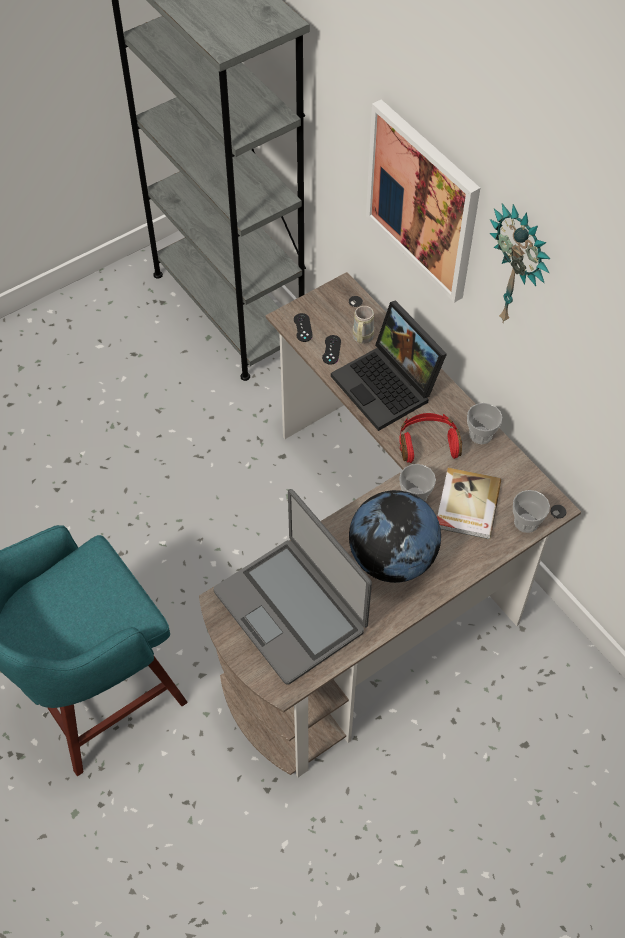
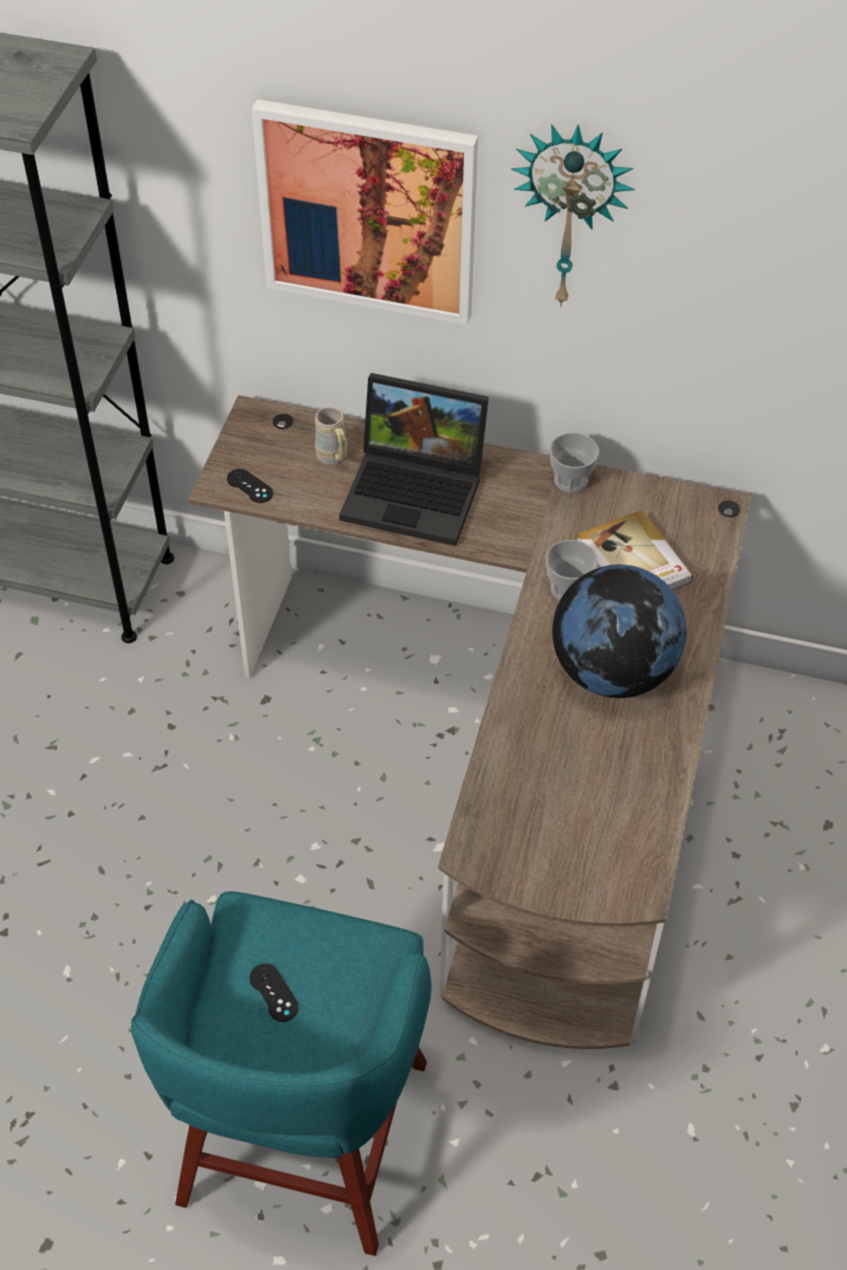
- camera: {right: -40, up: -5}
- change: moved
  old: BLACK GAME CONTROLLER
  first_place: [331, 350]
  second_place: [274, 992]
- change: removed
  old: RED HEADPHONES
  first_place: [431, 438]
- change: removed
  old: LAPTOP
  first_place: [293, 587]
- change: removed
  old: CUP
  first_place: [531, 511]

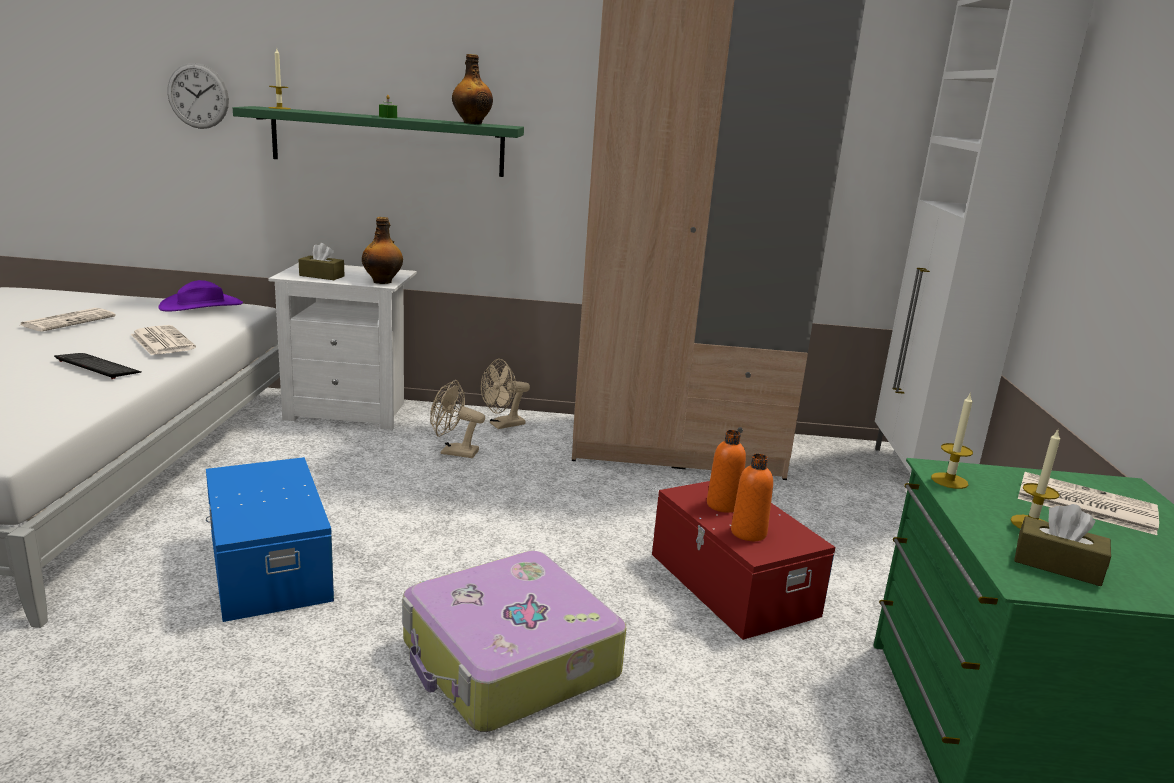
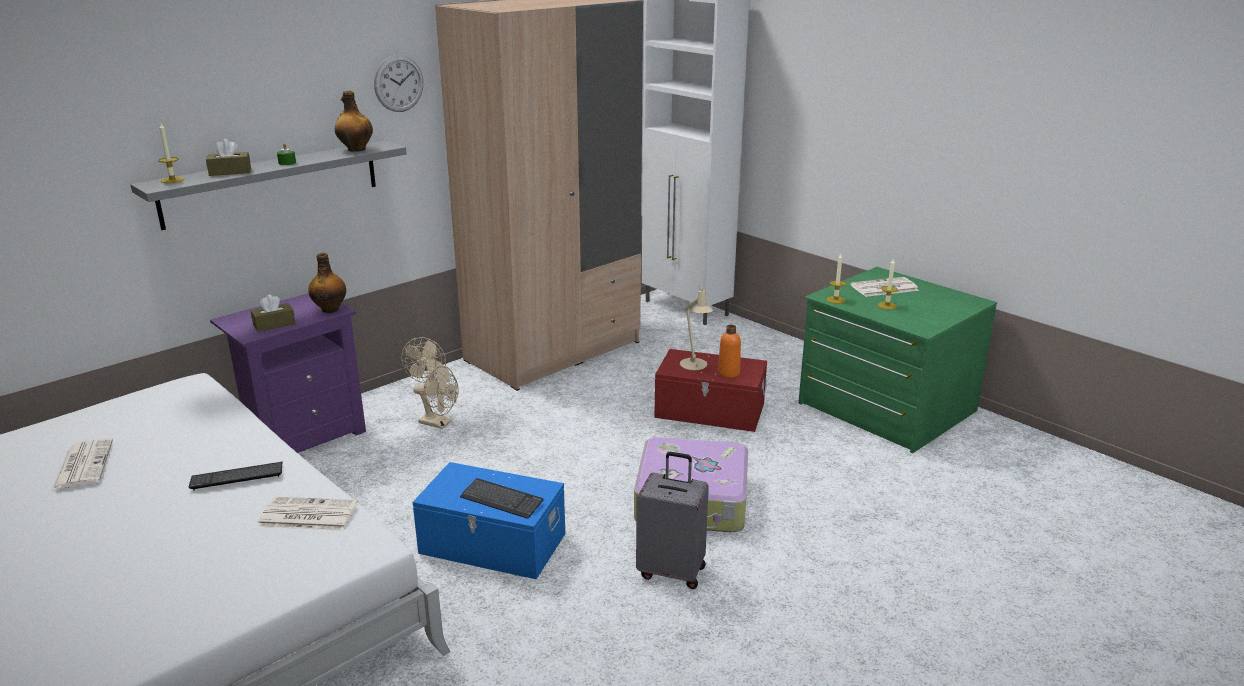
- camera: {right: -45, up: 5}
- change: moved
  old: WALL CLOCK
  first_place: [198, 96]
  second_place: [398, 83]
- change: recoloured
  old: GREEN SHELF
  new: GREY SHELF
  first_place: [378, 141]
  second_place: [268, 185]
- change: recoloured
  old: WHITE NIGHTSTAND
  new: PURPLE NIGHTSTAND
  first_place: [342, 346]
  second_place: [288, 373]
- change: removed
  old: PURPLE HAT
  first_place: [200, 295]
- change: moved
  old: NEWSPAPER
  first_place: [163, 340]
  second_place: [307, 514]
- change: turned
  old: BEIGE FAN
  first_place: [457, 419]
  second_place: [436, 397]
  degrees: -120
- change: replaced
  old: ORANGE BOTTLE
  new: BEIGE TABLE LAMP
  first_place: [726, 471]
  second_place: [696, 327]
- change: moved
  old: BROWN TISSUE BOX
  first_place: [1062, 545]
  second_place: [228, 157]
- change: added
  new: GREY SUITCASE
  second_place: [672, 520]
- change: added
  new: KEYBOARD
  second_place: [502, 498]

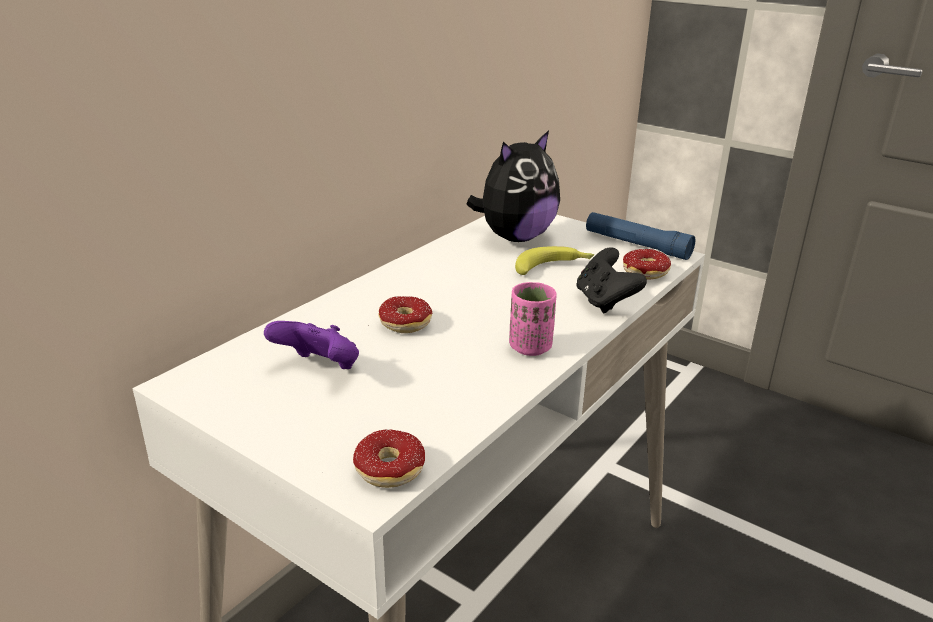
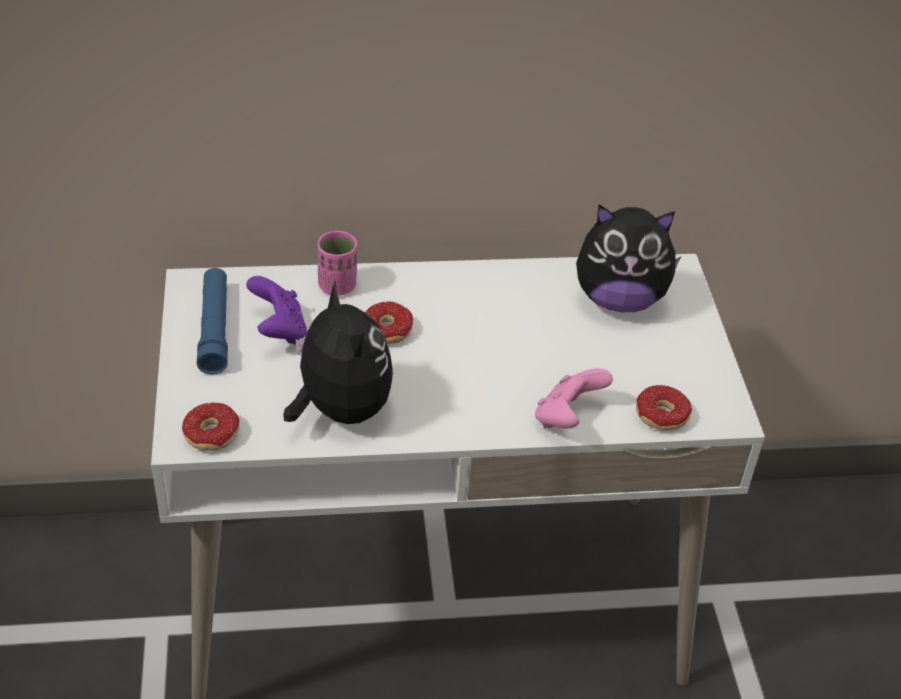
- camera: {right: 45, up: 15}
- change: moved
  old: BLUE FLASHLIGHT
  first_place: [640, 236]
  second_place: [212, 321]
- change: removed
  old: BANANA
  first_place: [554, 260]
- change: recoloured
  old: BLACK GAME CONTROLLER
  new: PINK GAME CONTROLLER
  first_place: [611, 280]
  second_place: [574, 398]
- change: moved
  old: PINK CUP
  first_place: [533, 319]
  second_place: [337, 263]
- change: added
  new: PLUSH TOY
  second_place: [338, 352]

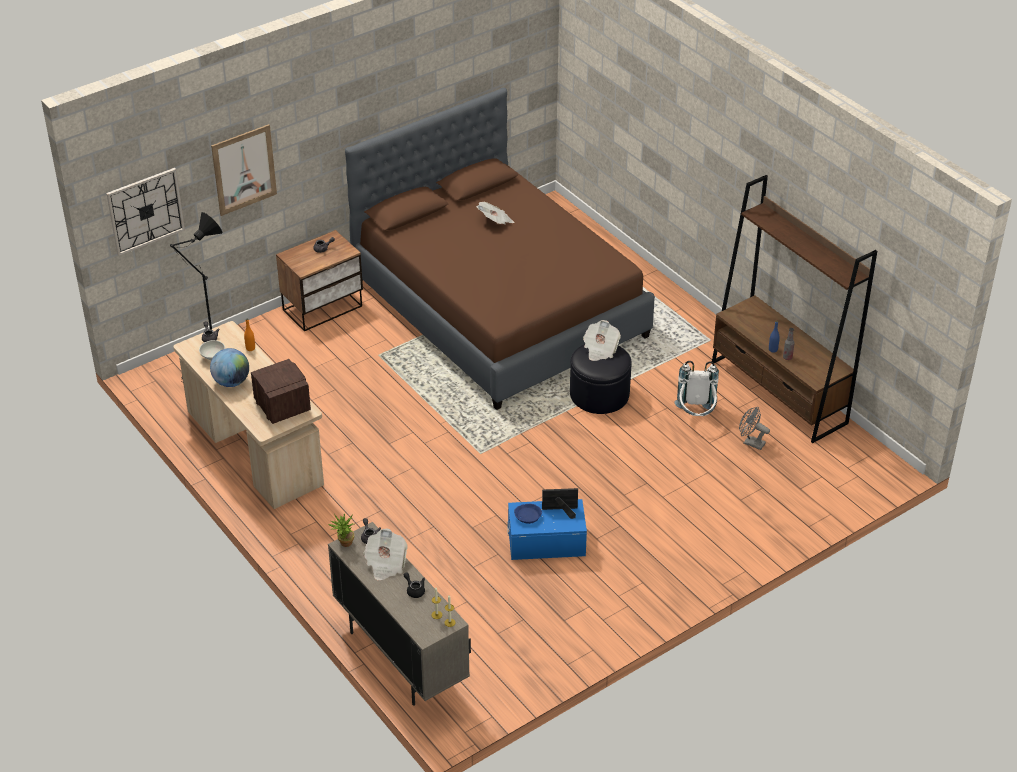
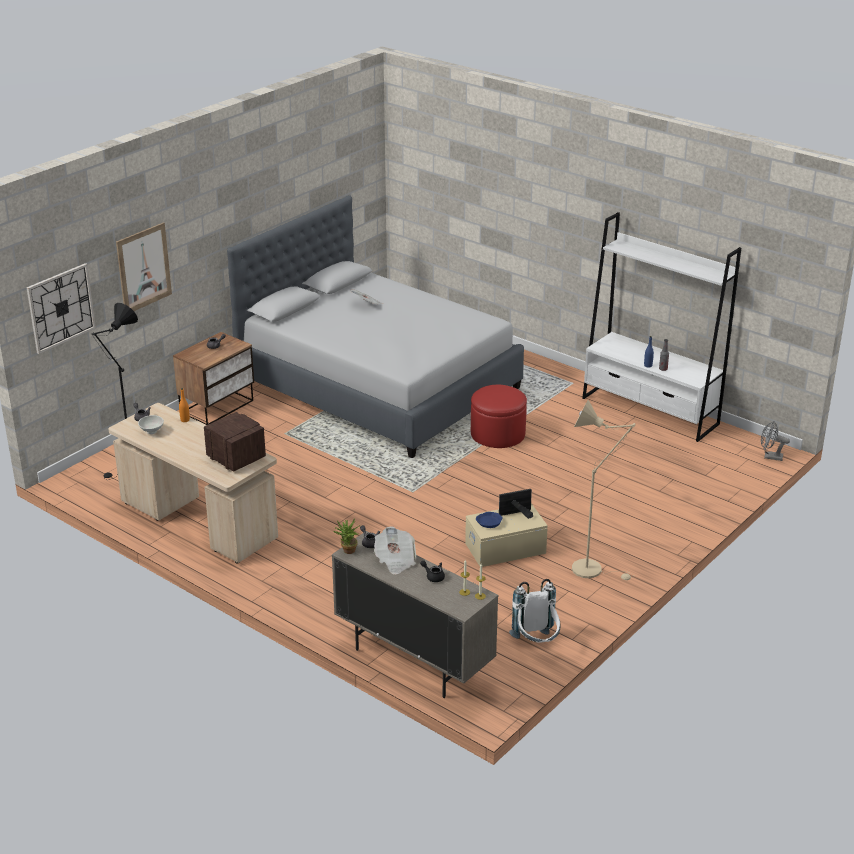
- camera: {right: -15, up: -10}
- change: recoloured
  old: BROWN BED
  new: GREY BED
  first_place: [500, 249]
  second_place: [375, 326]
- change: recoloured
  old: BROWN BOOKCASE
  new: WHITE BOOKCASE
  first_place: [794, 309]
  second_place: [661, 327]
- change: removed
  old: NEWSPAPER
  first_place: [602, 340]
- change: recoloured
  old: BLACK OTTOMAN
  new: RED OTTOMAN
  first_place: [601, 379]
  second_place: [499, 416]
- change: removed
  old: GLOBE
  first_place: [229, 367]
- change: moved
  old: WHITE BACKPACK
  first_place: [697, 388]
  second_place: [535, 611]
- change: moved
  old: GREY FAN
  first_place: [754, 428]
  second_place: [775, 441]
- change: recoloured
  old: BLUE STORAGE BOX
  new: BEIGE STORAGE BOX
  first_place: [547, 529]
  second_place: [506, 535]
- change: added
  new: BEIGE FLOOR LAMP
  second_place: [604, 490]

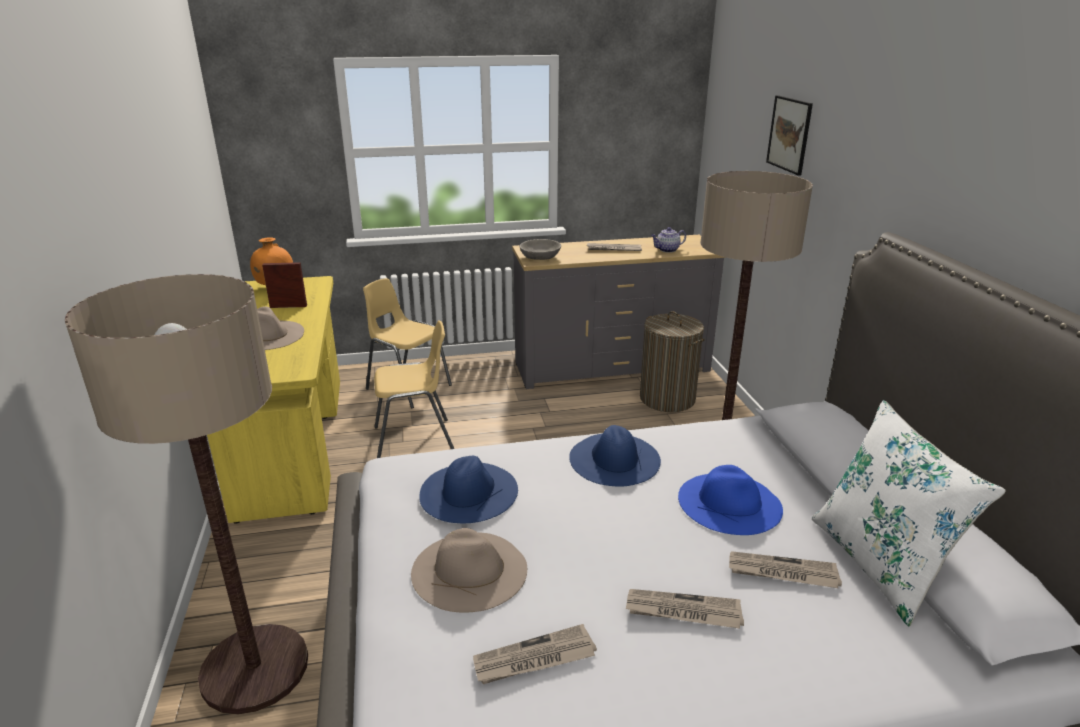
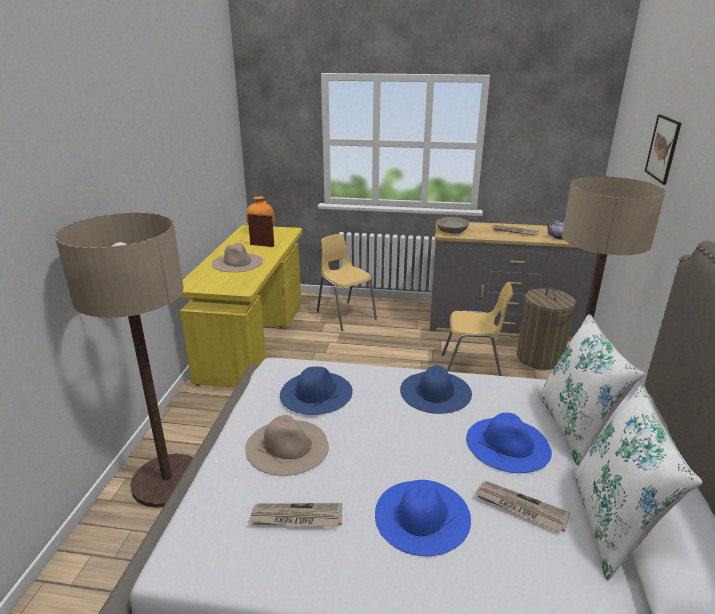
- camera: {right: 20, up: 0}
- change: moved
  old: YELLOW CHAIR
  first_place: [414, 389]
  second_place: [477, 329]
- change: replaced
  old: NEWSPAPER
  new: BLUE HAT
  first_place: [685, 609]
  second_place: [423, 518]
- change: added
  new: WHITE PILLOW
  second_place: [591, 389]

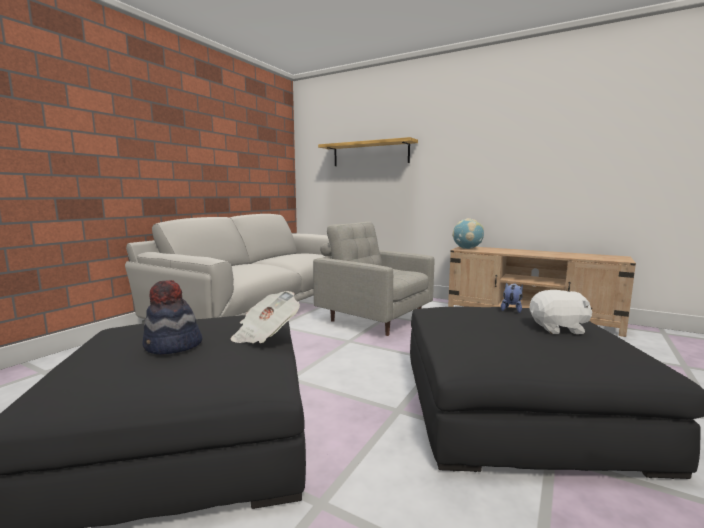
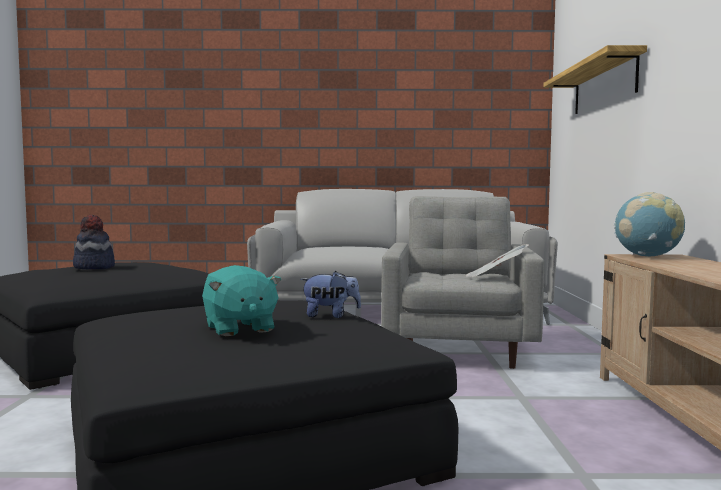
- camera: {right: 60, up: -5}
- change: recoloured
  old: WHITE PLUSH TOY
  new: TURQUOISE PLUSH TOY
  first_place: [561, 312]
  second_place: [242, 300]
- change: moved
  old: NEWSPAPER
  first_place: [265, 317]
  second_place: [497, 260]

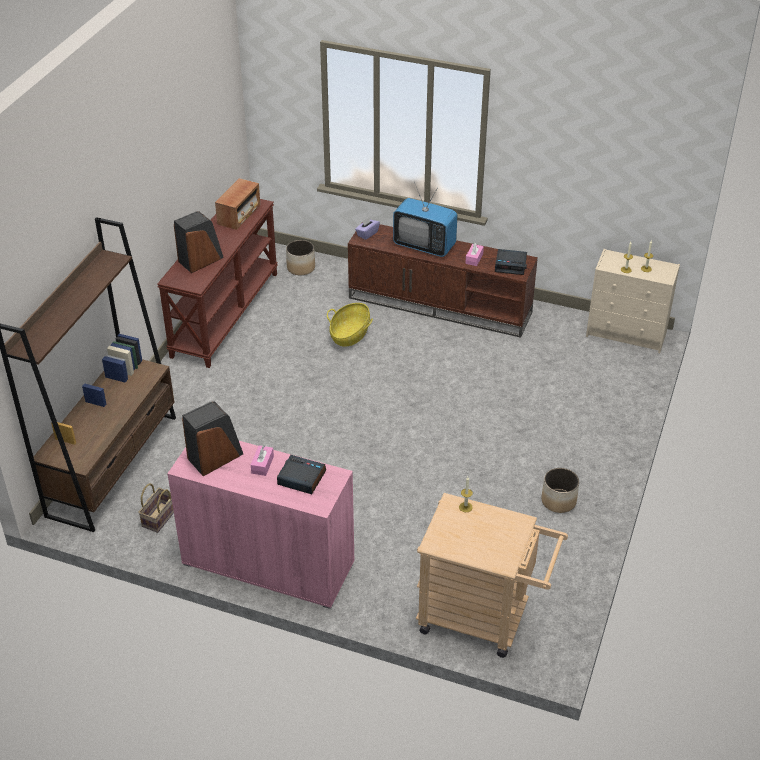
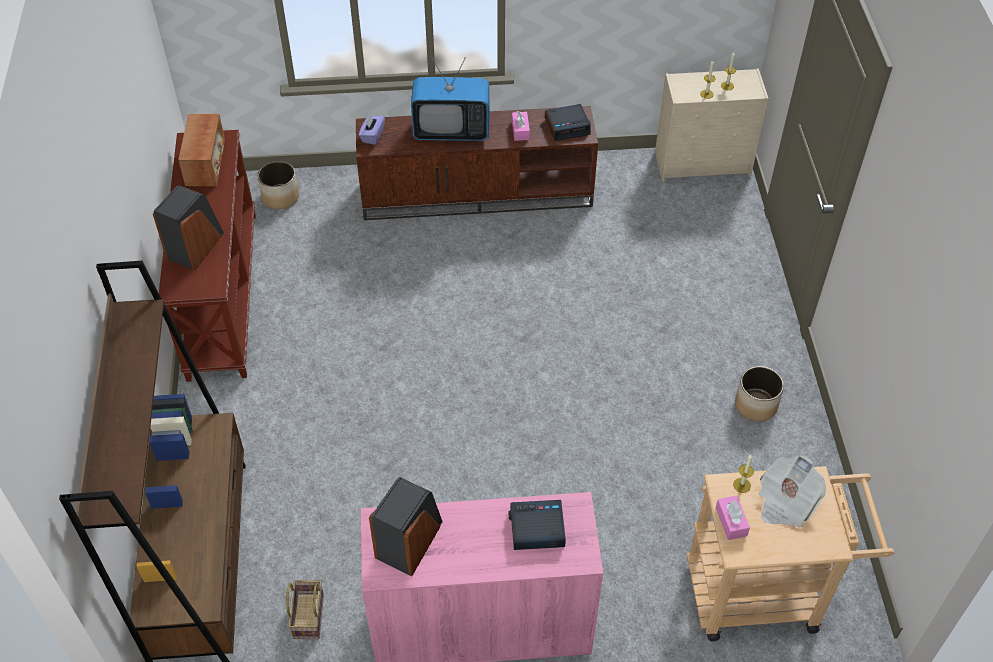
- camera: {right: -25, up: 10}
- change: removed
  old: BASKET
  first_place: [350, 325]
- change: moved
  old: PINK TISSUE BOX
  first_place: [262, 460]
  second_place: [733, 517]
- change: added
  new: NEWSPAPER
  second_place: [792, 491]

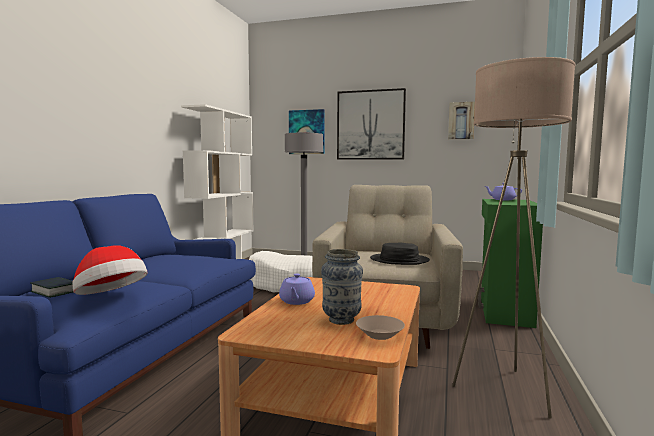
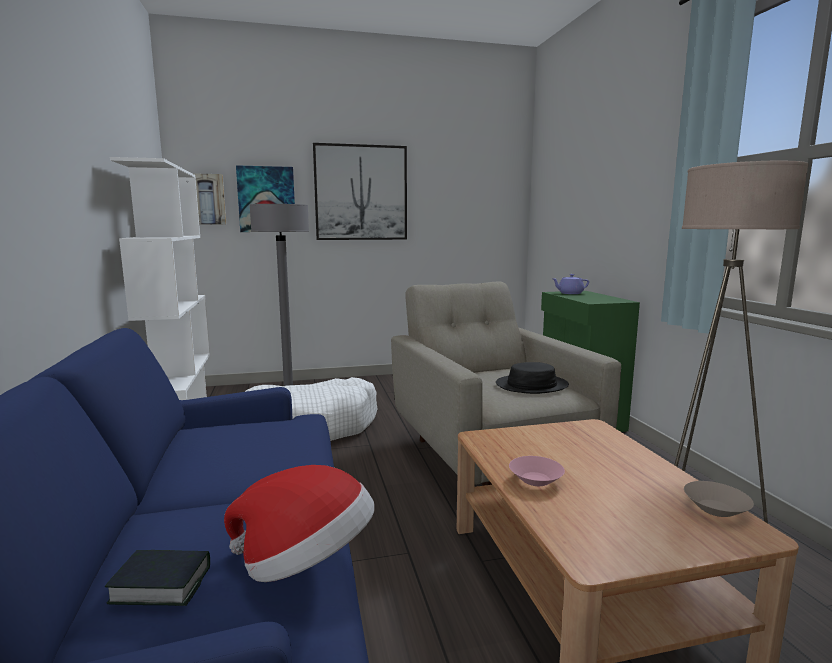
- camera: {right: -30, up: 5}
- change: moved
  old: PICTURE
  first_place: [461, 120]
  second_place: [209, 198]
- change: removed
  old: VASE
  first_place: [342, 287]
- change: replaced
  old: PURPLE TEAPOT
  new: PINK BOWL
  first_place: [297, 289]
  second_place: [537, 471]

